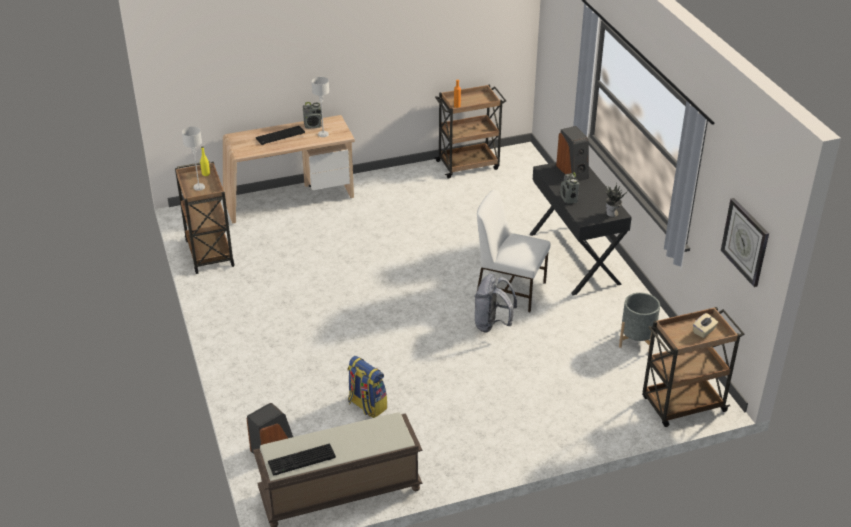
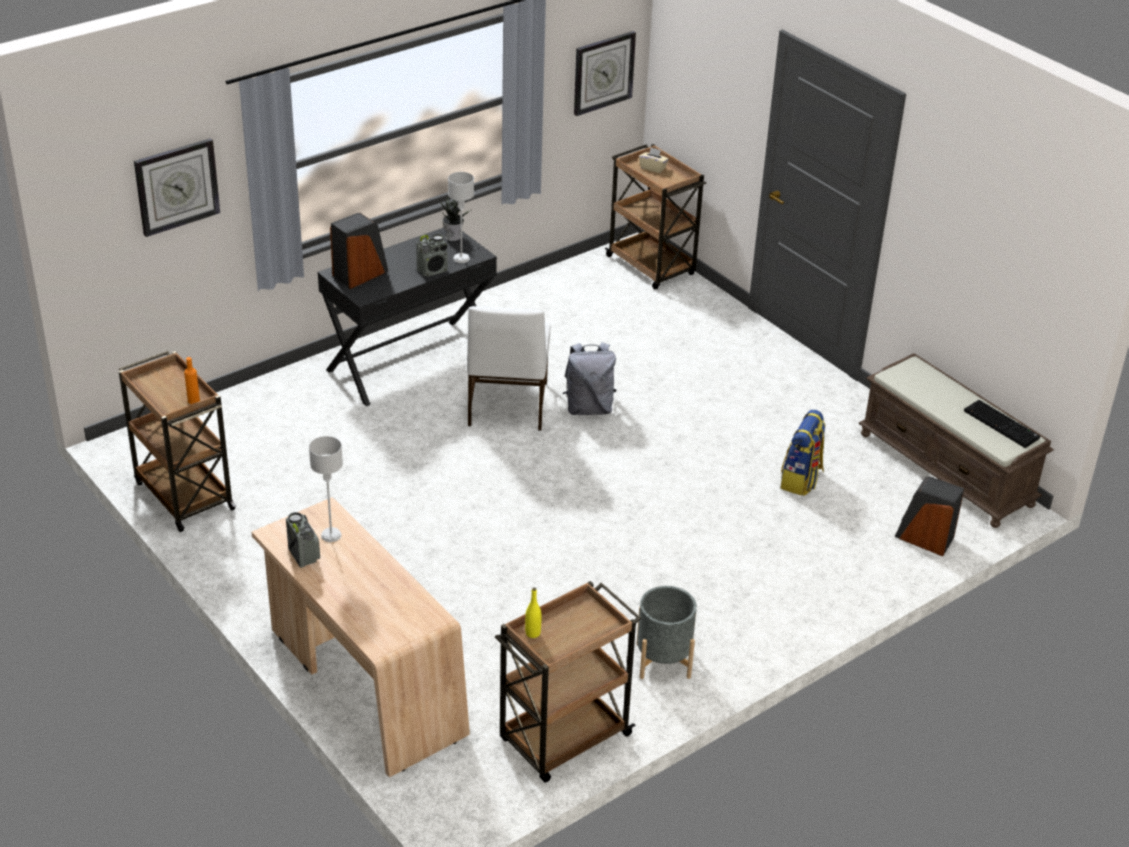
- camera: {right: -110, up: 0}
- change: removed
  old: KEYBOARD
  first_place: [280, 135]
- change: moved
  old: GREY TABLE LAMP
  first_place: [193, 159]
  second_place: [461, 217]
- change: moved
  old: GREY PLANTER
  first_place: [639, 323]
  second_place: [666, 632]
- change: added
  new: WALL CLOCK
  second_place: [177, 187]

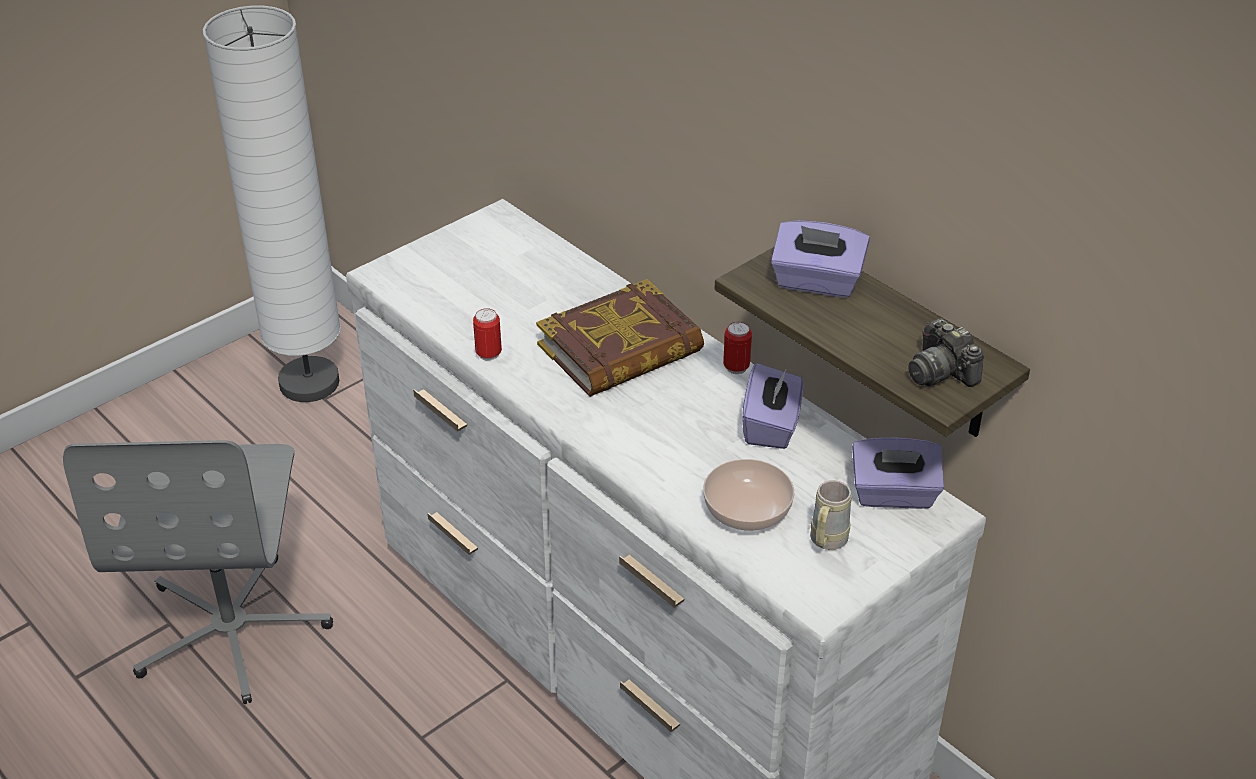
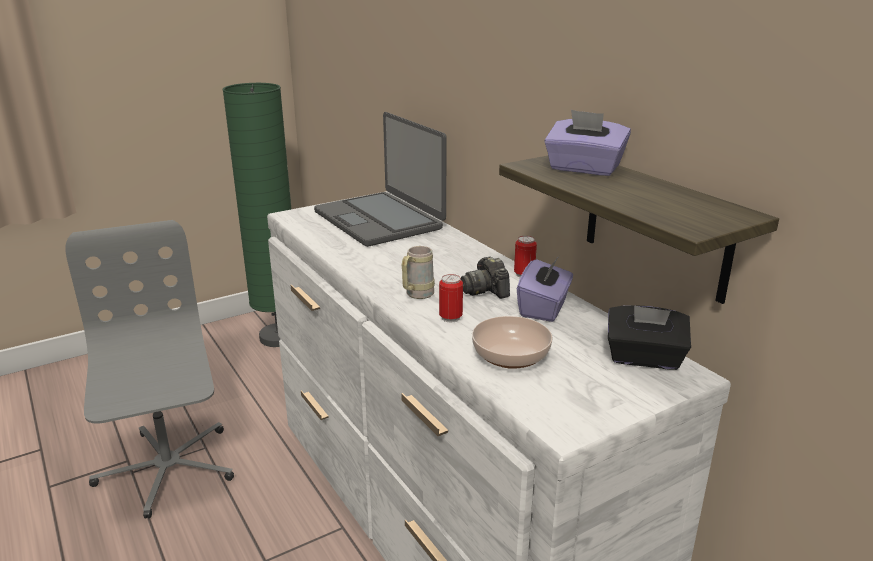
- camera: {right: 10, up: -15}
- change: recoloured
  old: WHITE FLOOR LAMP
  new: GREEN FLOOR LAMP
  first_place: [272, 204]
  second_place: [256, 215]
- change: removed
  old: BOOK
  first_place: [620, 338]
- change: moved
  old: CAN
  first_place: [487, 334]
  second_place: [451, 298]
- change: moved
  old: PHOTO CAMERA
  first_place: [946, 352]
  second_place: [485, 277]
- change: recoloured
  old: PURPLE TISSUE BOX
  new: BLACK TISSUE BOX
  first_place: [898, 473]
  second_place: [649, 337]
- change: turned
  old: GREY OFFICE CHAIR
  first_place: [198, 572]
  second_place: [149, 369]
  degrees: 150
- change: moved
  old: BEIGE MUG
  first_place: [831, 515]
  second_place: [418, 272]
- change: added
  new: LAPTOP
  second_place: [380, 179]

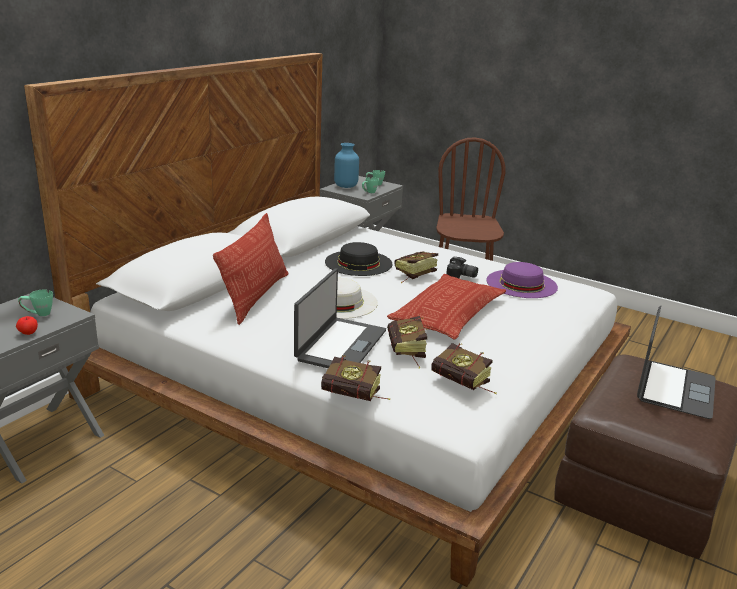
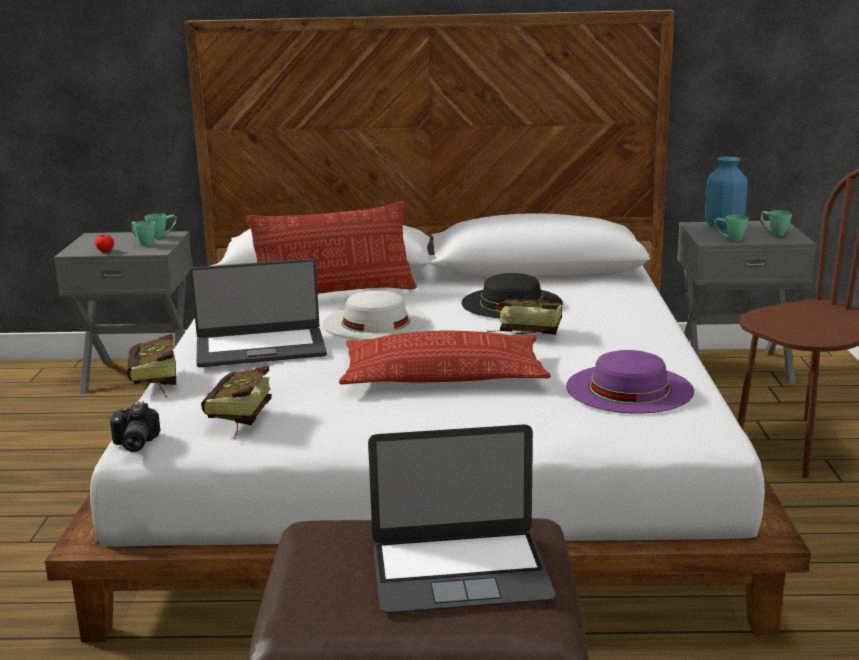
- camera: {right: 60, up: -5}
- change: moved
  old: PHOTO CAMERA
  first_place: [462, 267]
  second_place: [135, 427]
- change: removed
  old: BOOK
  first_place: [407, 342]
- change: added
  new: GREEN MUG
  second_place: [161, 225]

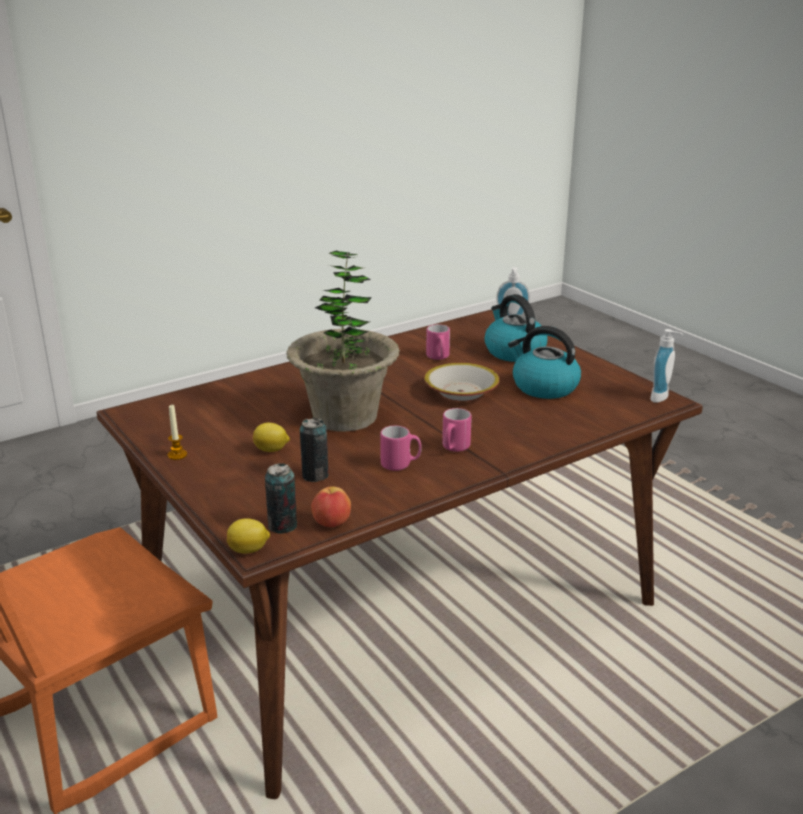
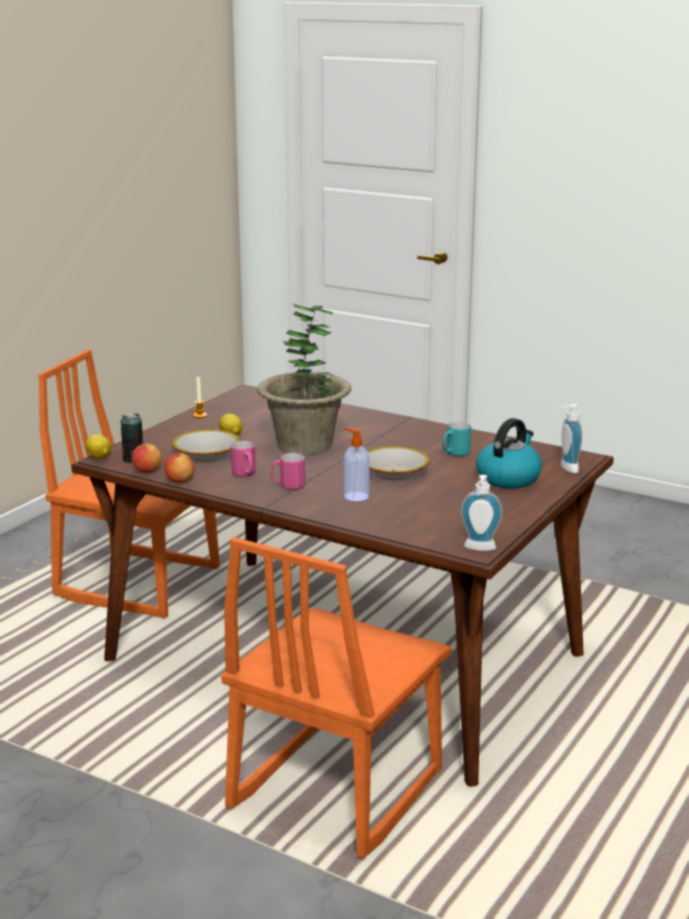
- camera: {right: 65, up: -5}
- change: recoloured
  old: PINK MUG
  new: TURQUOISE MUG
  first_place: [438, 342]
  second_place: [456, 439]
- change: removed
  old: KETTLE
  first_place: [544, 362]
- change: replaced
  old: CAN
  new: BOWL
  first_place: [314, 450]
  second_place: [206, 445]
- change: added
  new: SOAP DISPENSER
  second_place: [356, 464]
- change: added
  new: APPLE
  second_place: [179, 468]
- change: added
  new: ORANGE CHAIR
  second_place: [336, 698]

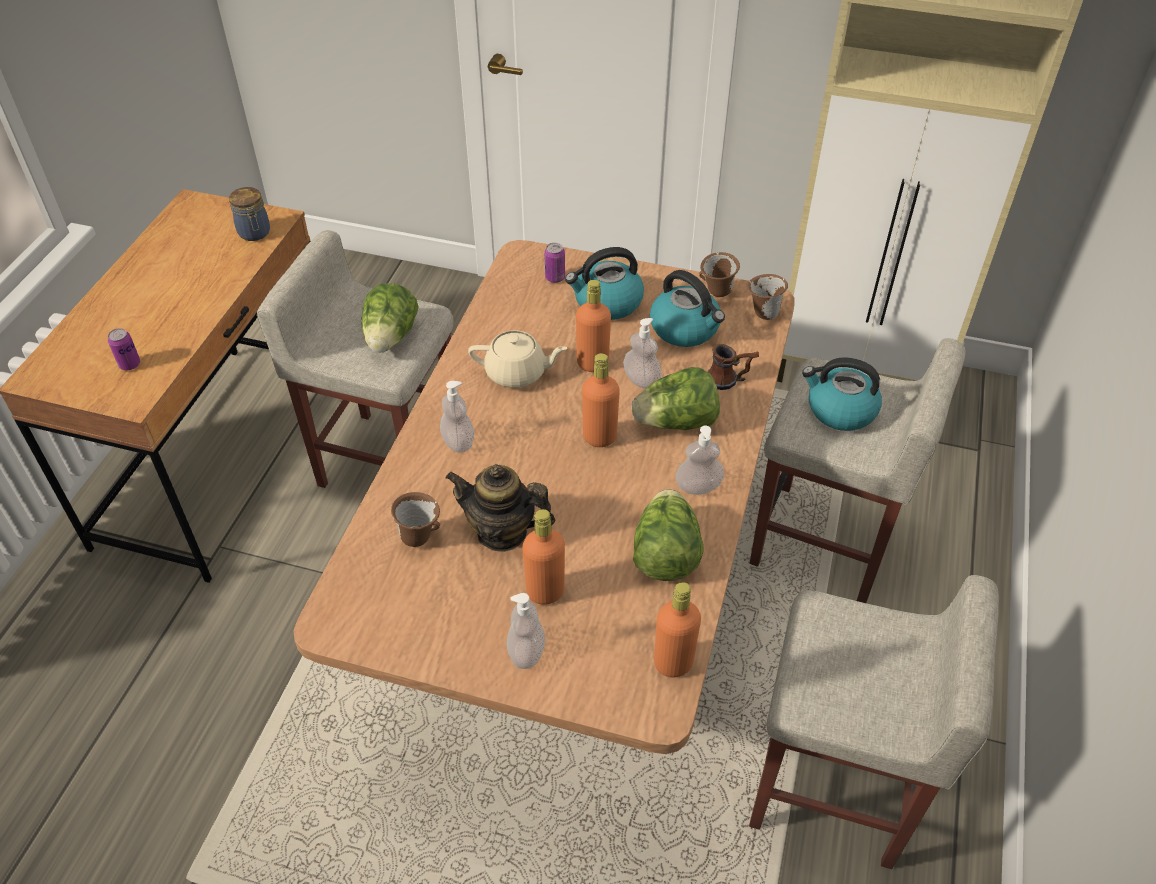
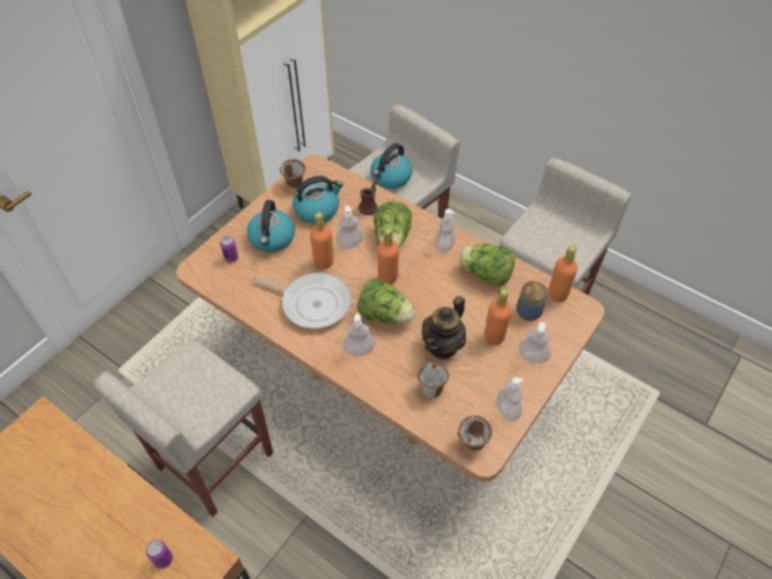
- camera: {right: -70, up: 5}
- change: moved
  old: JAR
  first_place: [249, 214]
  second_place: [533, 301]
- change: moved
  old: BROWN MUG
  first_place: [767, 297]
  second_place: [474, 433]
- change: moved
  old: LETTUCE
  first_place: [390, 318]
  second_place: [386, 301]
- change: replaced
  old: BEIGE TEAPOT
  new: FRYING PAN
  first_place: [517, 359]
  second_place: [301, 301]
- change: added
  new: SOAP DISPENSER
  second_place: [510, 399]

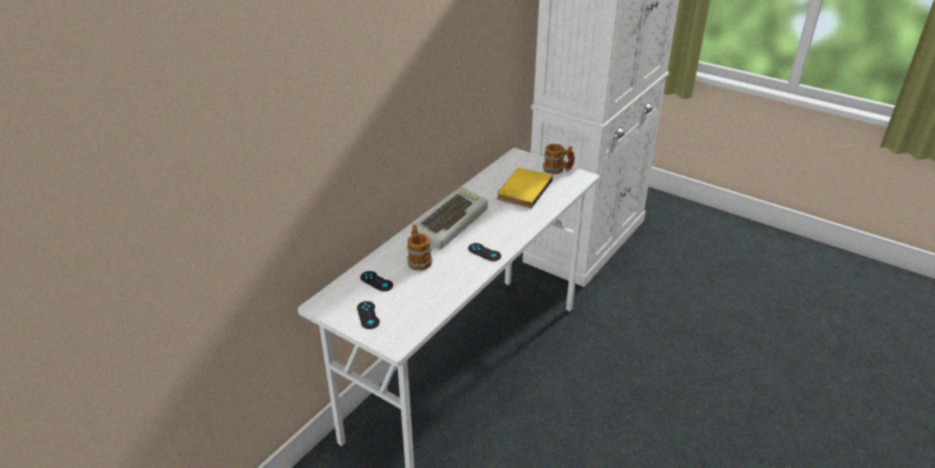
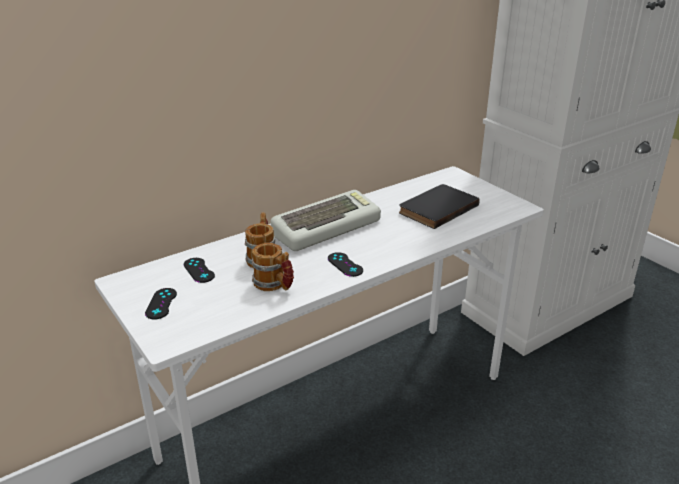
- camera: {right: 20, up: -5}
- change: moved
  old: MUG
  first_place: [559, 159]
  second_place: [273, 267]
- change: recoloured
  old: YELLOW BOOK
  new: BLACK BOOK
  first_place: [525, 188]
  second_place: [439, 206]

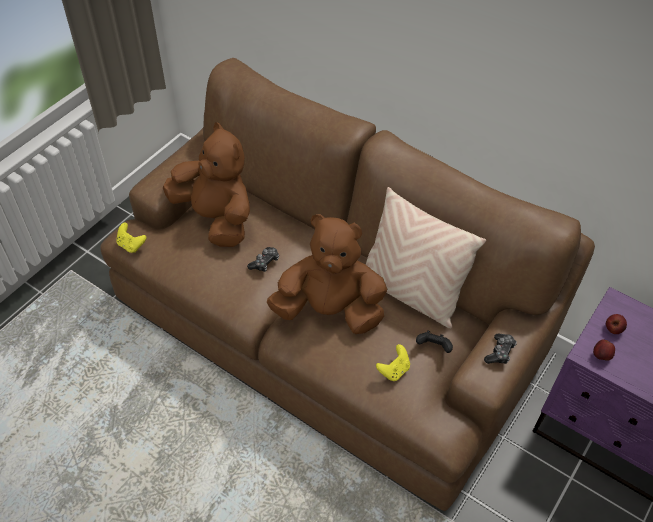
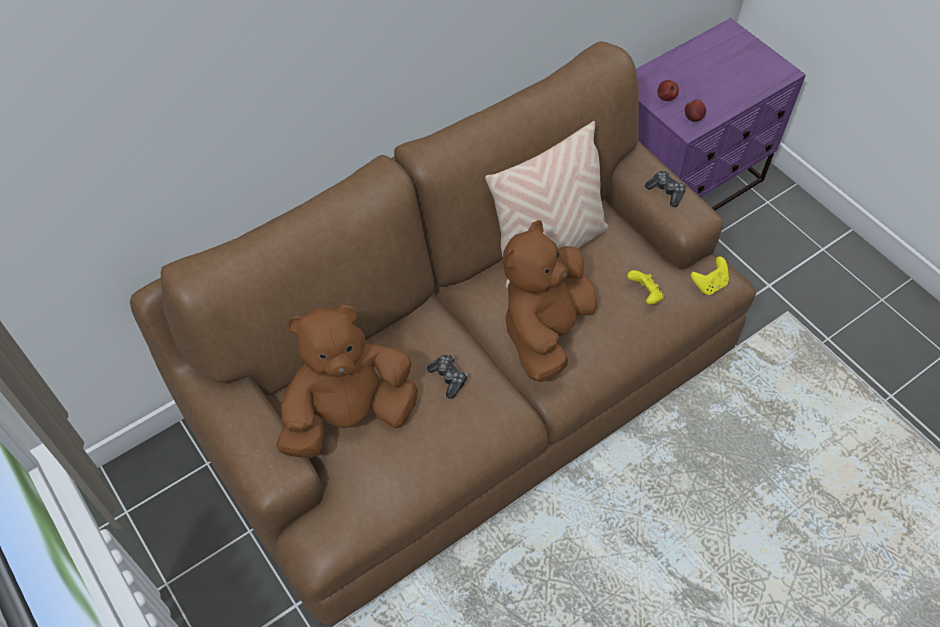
- camera: {right: -70, up: 5}
- change: moved
  old: YELLOW GAME CONTROLLER
  first_place: [131, 238]
  second_place: [710, 275]
- change: removed
  old: BLACK GAME CONTROLLER
  first_place: [434, 341]

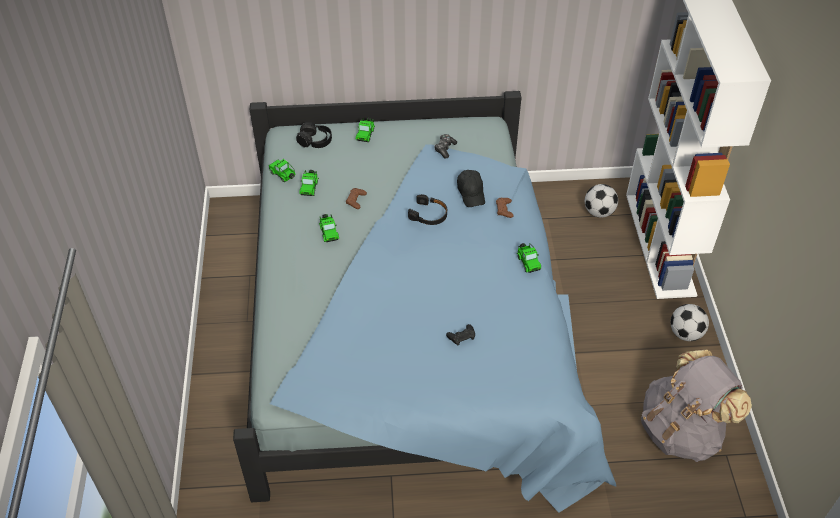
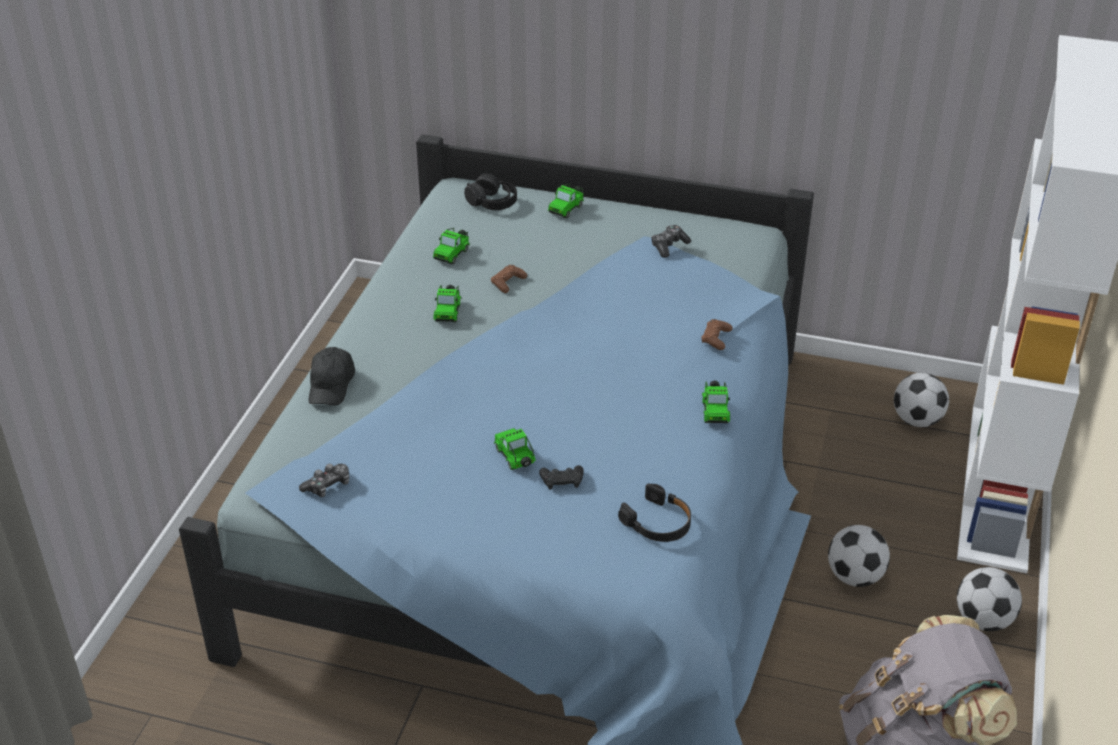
- camera: {right: 20, up: -10}
- change: moved
  old: TOY CAR
  first_place: [282, 170]
  second_place: [515, 449]
- change: moved
  old: BLACK CAP
  first_place: [471, 188]
  second_place: [332, 376]
- change: moved
  old: BLACK HEADPHONES
  first_place: [427, 209]
  second_place: [654, 512]
- change: added
  new: GAME CONTROLLER
  second_place: [324, 480]
- change: added
  new: FOOTBALL
  second_place: [859, 556]

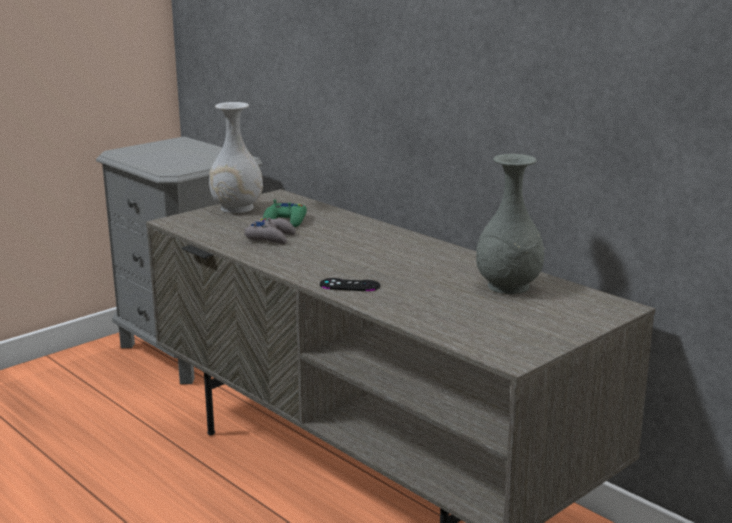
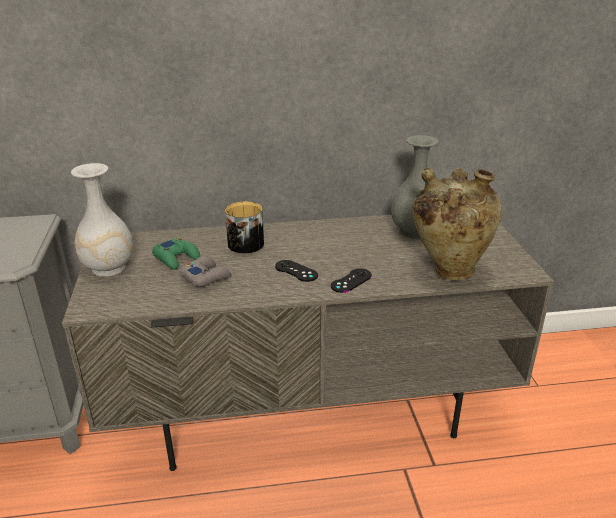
- camera: {right: -55, up: 10}
- change: added
  new: BEIGE VASE
  second_place: [457, 224]
- change: added
  new: MUG
  second_place: [244, 227]
- change: added
  new: BLACK GAME CONTROLLER
  second_place: [296, 271]

